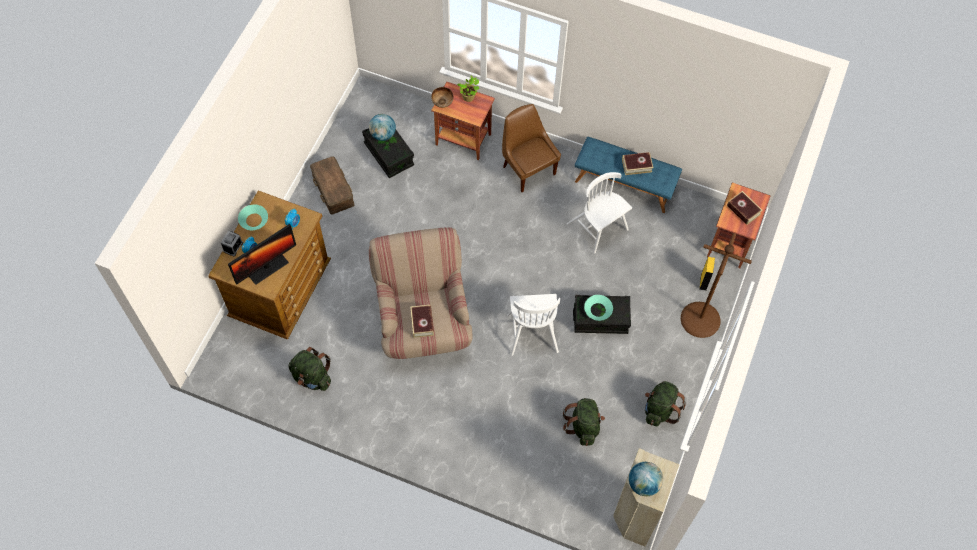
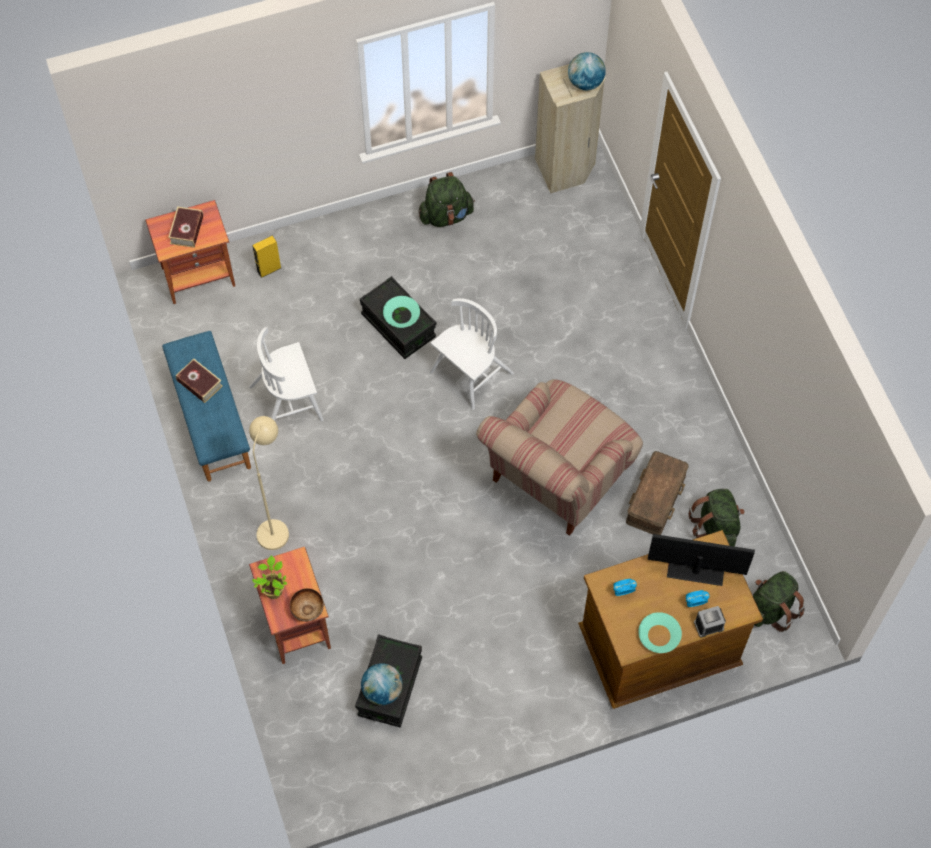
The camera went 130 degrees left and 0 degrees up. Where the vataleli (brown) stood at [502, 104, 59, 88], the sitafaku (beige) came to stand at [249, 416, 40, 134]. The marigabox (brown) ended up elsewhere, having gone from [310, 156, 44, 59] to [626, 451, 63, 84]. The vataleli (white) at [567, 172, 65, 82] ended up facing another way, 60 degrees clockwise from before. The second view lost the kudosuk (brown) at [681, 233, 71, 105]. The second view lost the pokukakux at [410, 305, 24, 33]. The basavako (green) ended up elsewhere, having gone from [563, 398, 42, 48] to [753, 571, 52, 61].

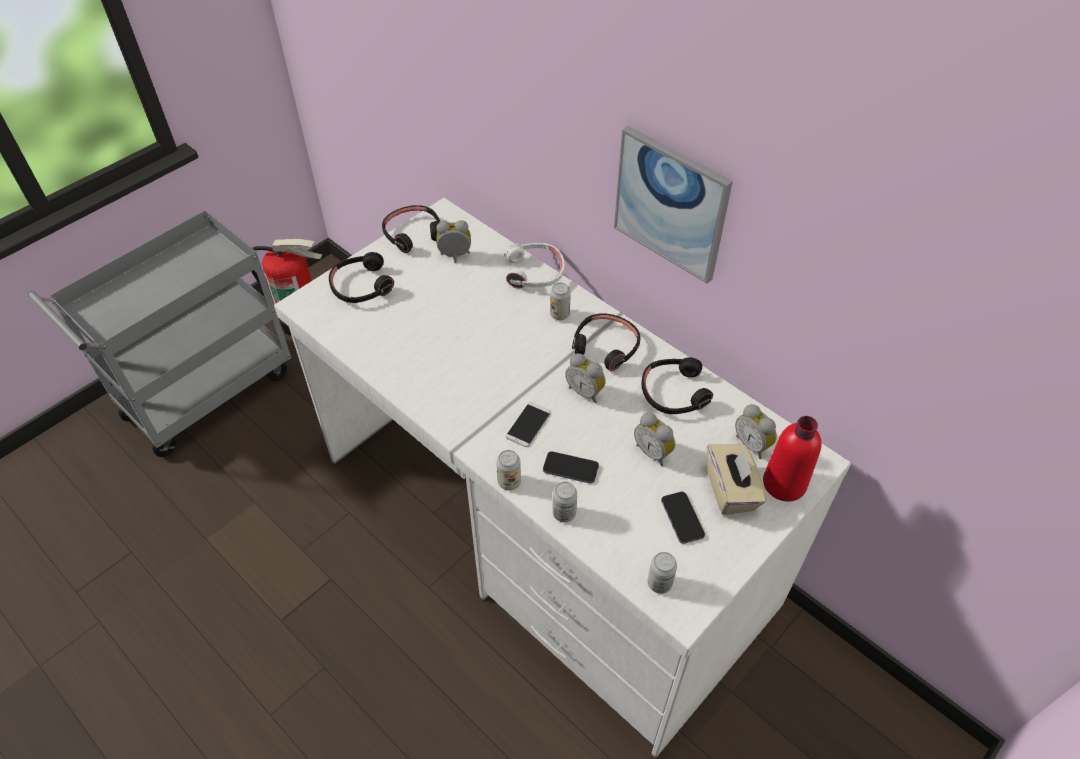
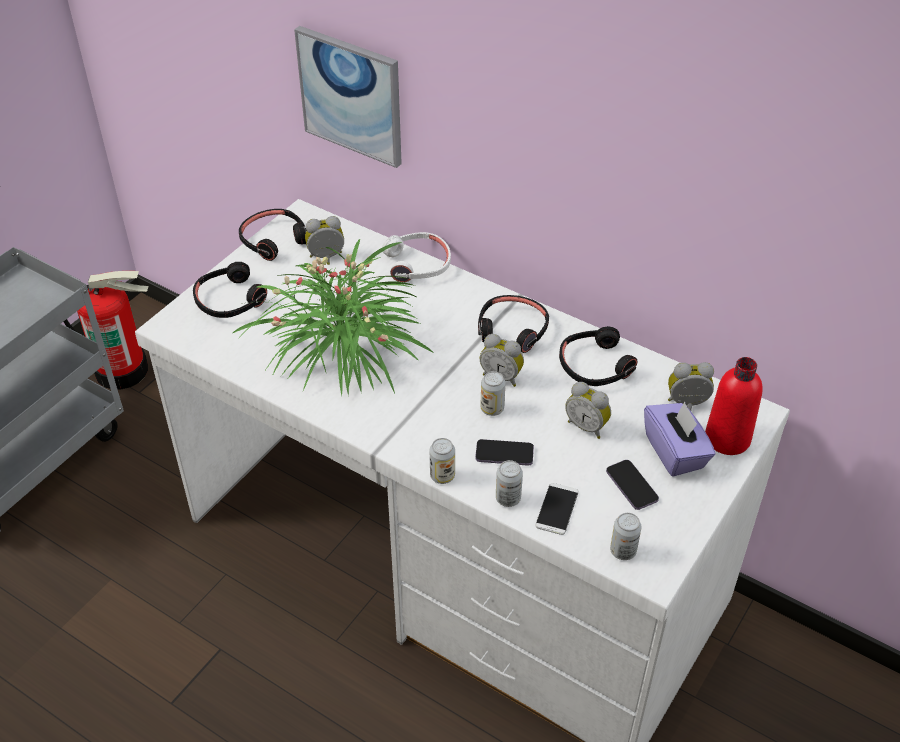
The camera went 10 degrees left and 5 degrees down. The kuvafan ended up elsewhere, having gone from [614, 126, 119, 158] to [294, 26, 108, 142]. The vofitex ended up elsewhere, having gone from [550, 283, 21, 37] to [481, 371, 24, 45]. The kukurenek ended up elsewhere, having gone from [506, 402, 45, 45] to [535, 483, 43, 52]. The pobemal at [735, 404, 42, 55] ended up facing another way, 135 degrees clockwise from before. What was the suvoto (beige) at [706, 444, 60, 71] turned into the suvoto (purple) at [644, 402, 72, 75]. The second view gained the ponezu at [233, 239, 201, 157].

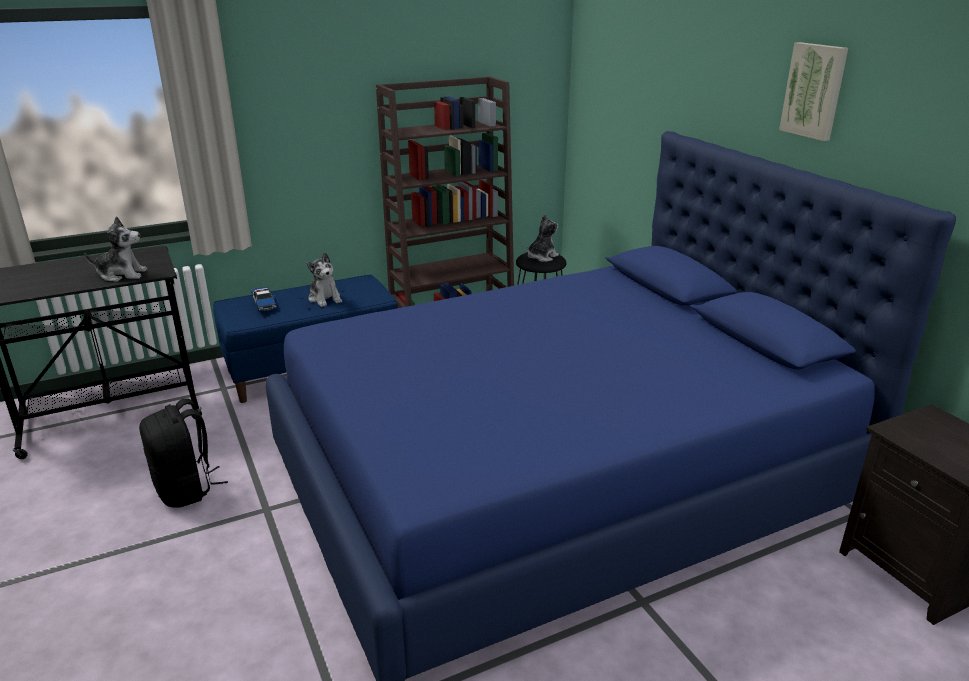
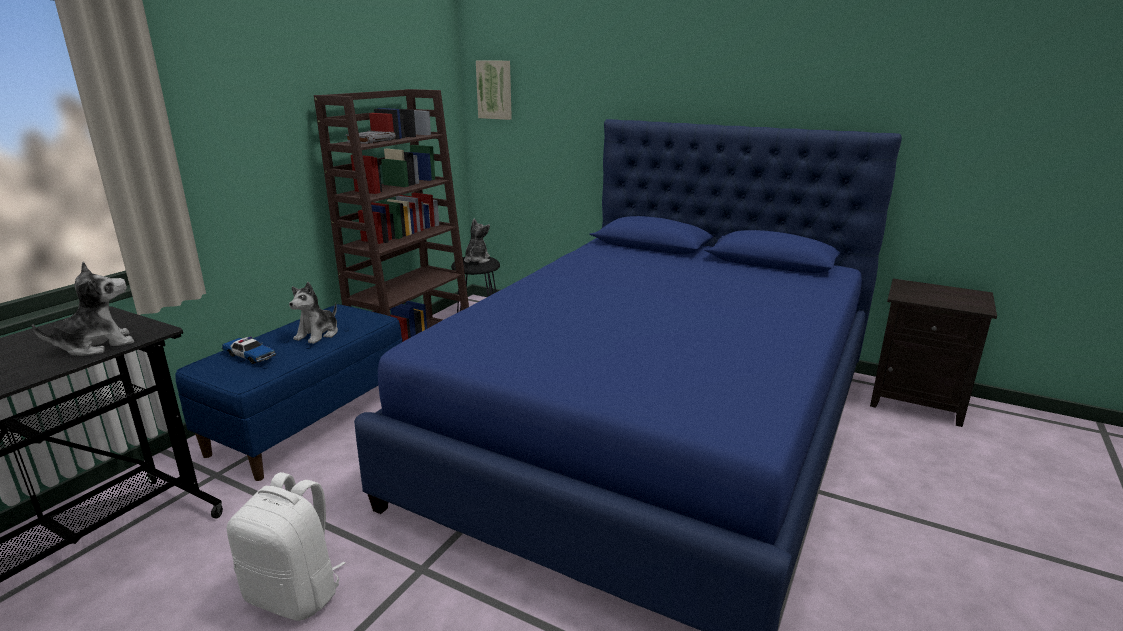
The camera went 35 degrees left and 5 degrees down. The kuvafan ended up elsewhere, having gone from [779, 42, 69, 99] to [476, 61, 36, 59]. The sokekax at [307, 252, 35, 55] ended up facing another way, 90 degrees clockwise from before. What was the basavako (black) at [139, 398, 89, 110] turned into the basavako (white) at [227, 472, 119, 149]. The second view gained the pokukakux (grey) at [345, 131, 51, 13].

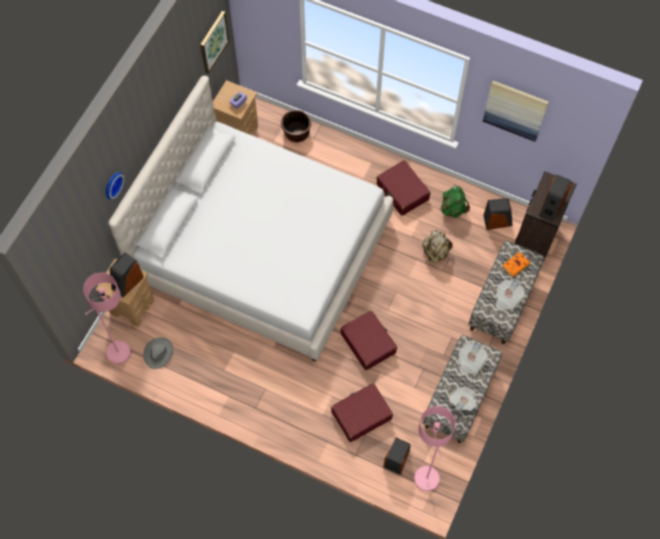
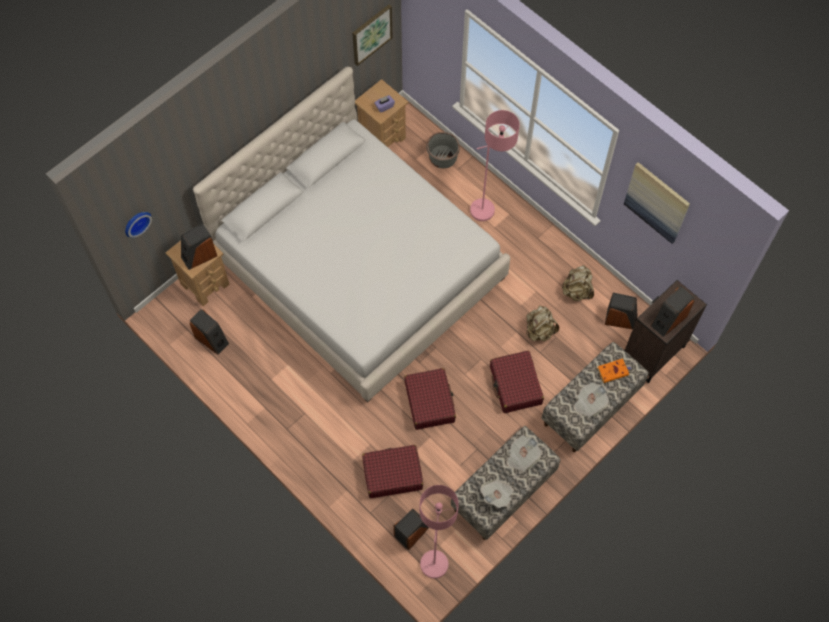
The camera went 20 degrees right and 0 degrees up. What was the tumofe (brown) at [281, 110, 30, 33] turned into the tumofe (grey) at [426, 132, 34, 36]. The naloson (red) ended up elsewhere, having gone from [377, 160, 54, 56] to [490, 351, 54, 62]. The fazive ended up elsewhere, having gone from [106, 172, 18, 28] to [125, 212, 27, 26]. What was the basavako (green) at [440, 185, 30, 33] turned into the basavako (beige) at [561, 265, 33, 36]. The sitafaku (pink) ended up elsewhere, having gone from [83, 273, 48, 91] to [470, 110, 50, 111]. Where the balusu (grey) stood at [143, 337, 30, 32], the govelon came to stand at [189, 309, 40, 45].

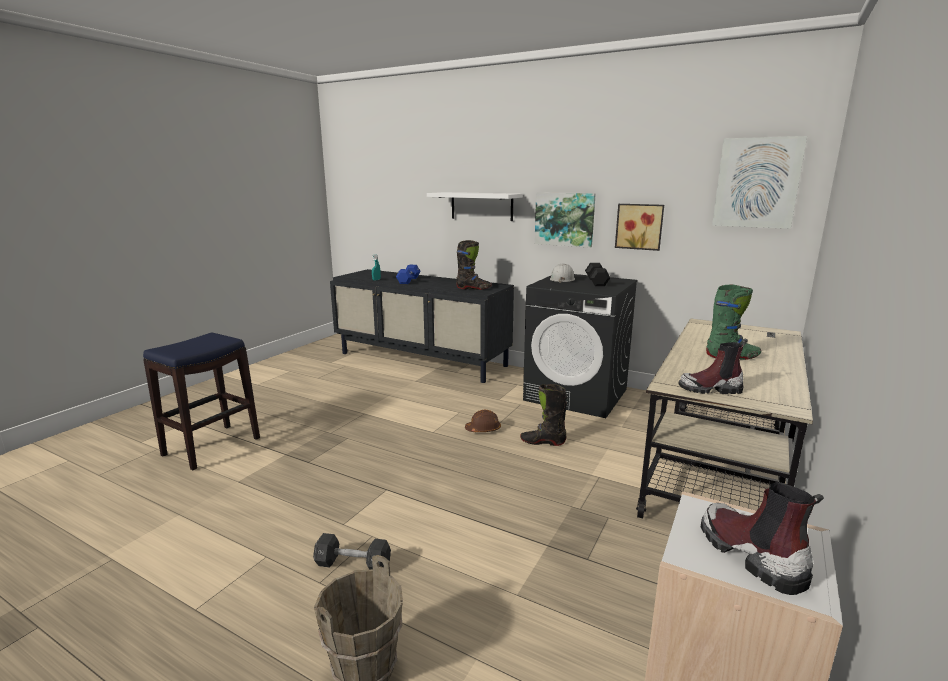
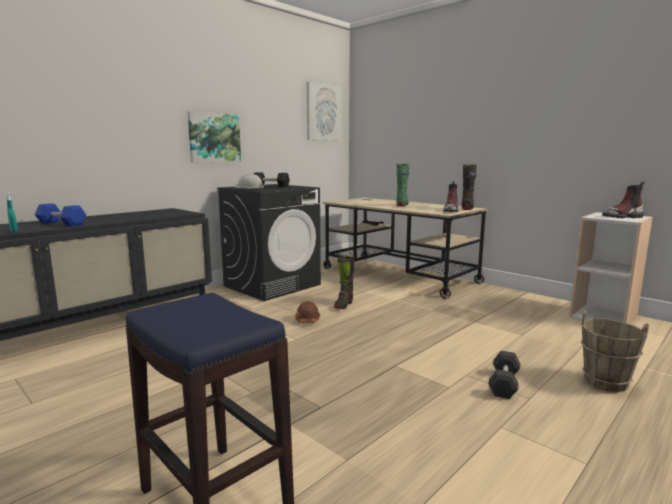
The camera went 75 degrees left and 5 degrees down. The second view lost the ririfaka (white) at [427, 192, 96, 29]. The second view lost the kuvafan at [615, 204, 49, 47]. The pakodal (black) ended up elsewhere, having gone from [456, 240, 36, 50] to [462, 164, 15, 46].

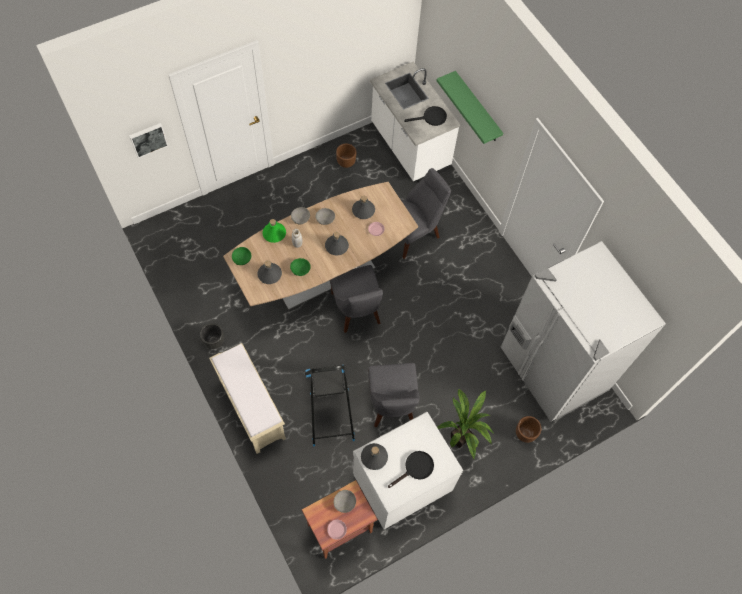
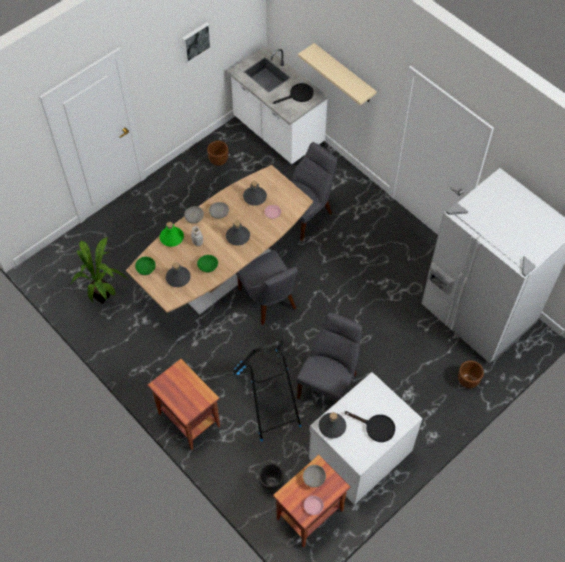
The camera went 10 degrees left and 5 degrees down. What was the ririfaka (green) at [436, 71, 67, 73] turned into the ririfaka (beige) at [298, 43, 79, 62]. The kuvafan ended up elsewhere, having gone from [129, 123, 39, 35] to [182, 22, 29, 41]. The tumofe (black) ended up elsewhere, having gone from [200, 323, 24, 26] to [258, 463, 26, 29]. Where the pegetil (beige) stood at [209, 343, 77, 111], the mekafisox came to stand at [147, 359, 73, 91]. The vataleli (grey) at [368, 363, 52, 64] ended up facing another way, 135 degrees counterclockwise from before. The ponezu ended up elsewhere, having gone from [437, 388, 57, 72] to [70, 237, 59, 67]. The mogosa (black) at [388, 451, 46, 37] ended up facing another way, 75 degrees clockwise from before.

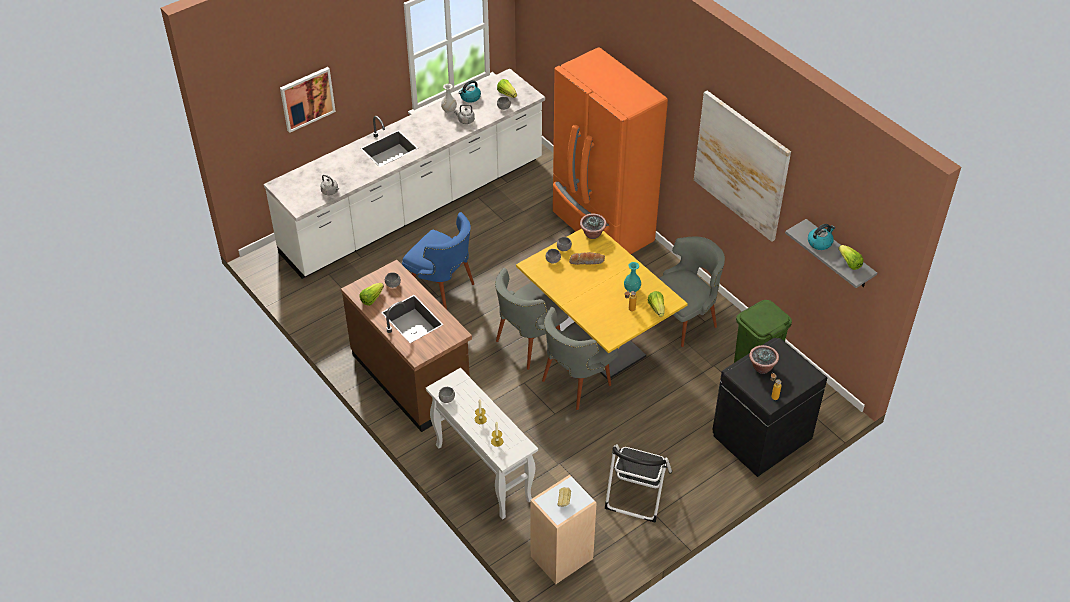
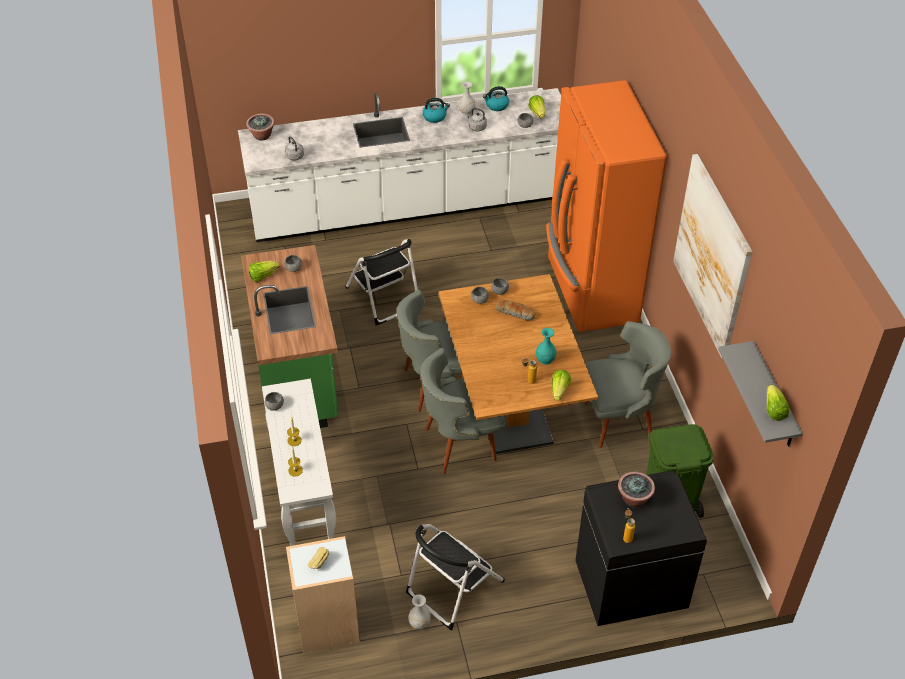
The camera went 25 degrees right and 0 degrees up. The second view lost the kuvafan at [280, 67, 56, 66]. Where the vataleli (blue) stood at [402, 212, 72, 98], the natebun came to stand at [345, 239, 73, 87]. The ponezu ended up elsewhere, having gone from [580, 214, 27, 25] to [246, 114, 29, 27]. The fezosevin ended up elsewhere, having gone from [808, 224, 27, 26] to [423, 98, 27, 25]. What was the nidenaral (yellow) at [516, 229, 172, 150] turned into the nidenaral (brown) at [438, 274, 160, 180]. What was the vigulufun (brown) at [341, 260, 131, 172] turned into the vigulufun (green) at [241, 245, 97, 183]. The second view gained the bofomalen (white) at [408, 594, 23, 35].

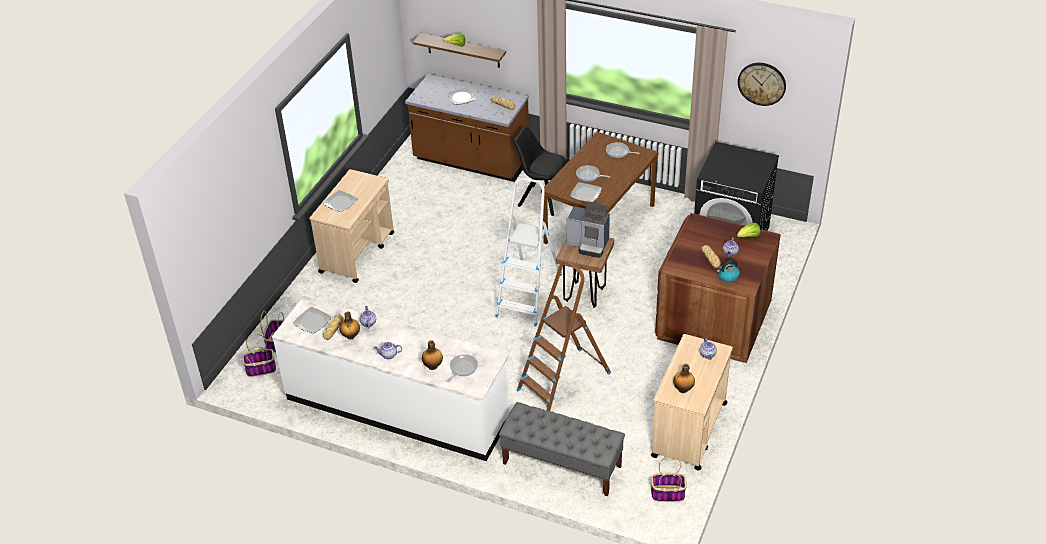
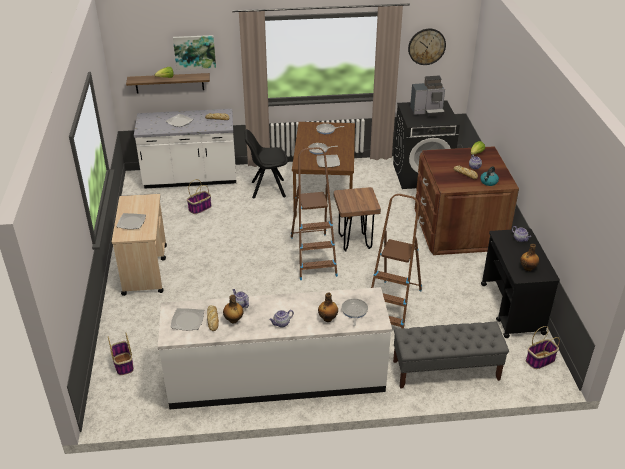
The camera went 30 degrees left and 5 degrees down. What was the vigulufun (brown) at [405, 74, 124, 108] turned into the vigulufun (white) at [134, 109, 102, 79]. What was the natebun (white) at [495, 178, 67, 149] turned into the natebun (brown) at [291, 147, 47, 133]. The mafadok ended up elsewhere, having gone from [566, 202, 44, 56] to [410, 76, 35, 41]. The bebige ended up elsewhere, having gone from [242, 334, 34, 43] to [187, 179, 25, 35]. What was the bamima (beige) at [651, 334, 82, 137] turned into the bamima (black) at [481, 228, 79, 110]. The second view gained the kuvafan at [173, 35, 43, 35].

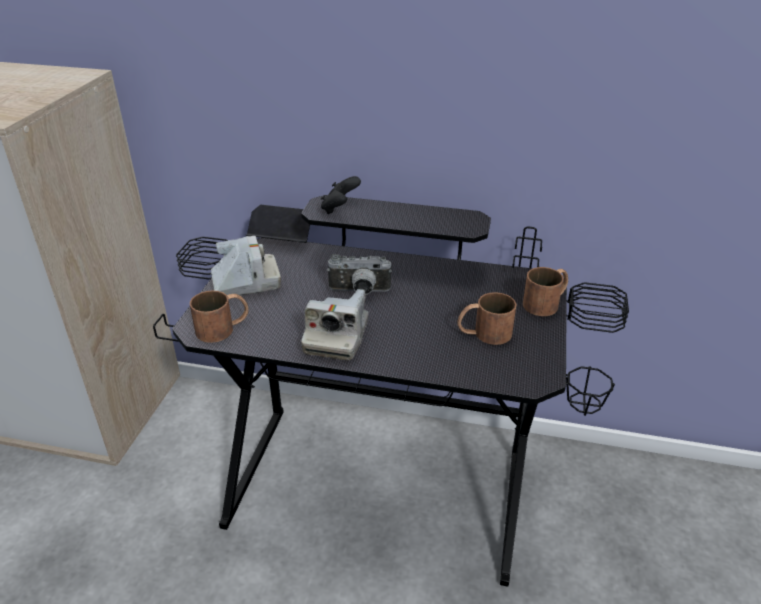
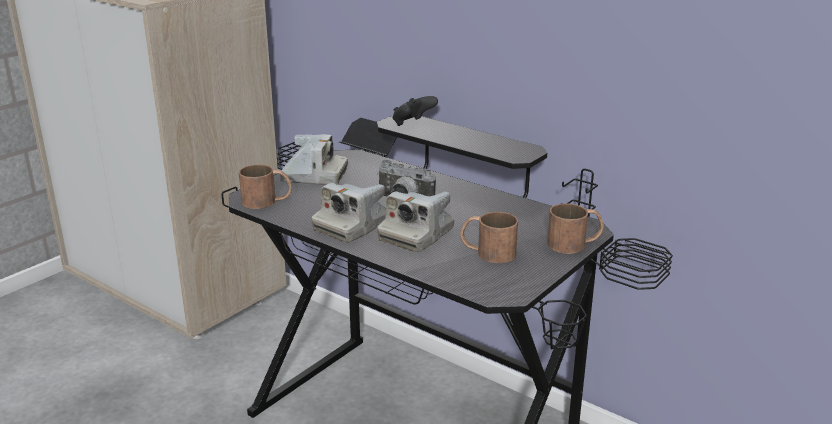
The camera went 25 degrees right and 10 degrees down. The second view gained the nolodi at [377, 191, 78, 61].

